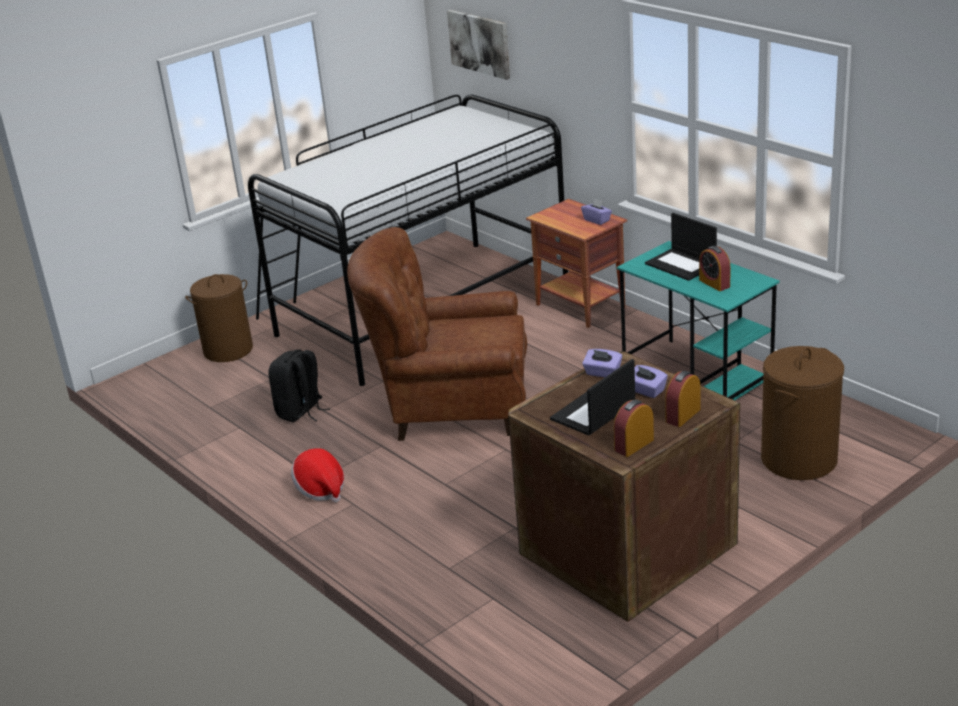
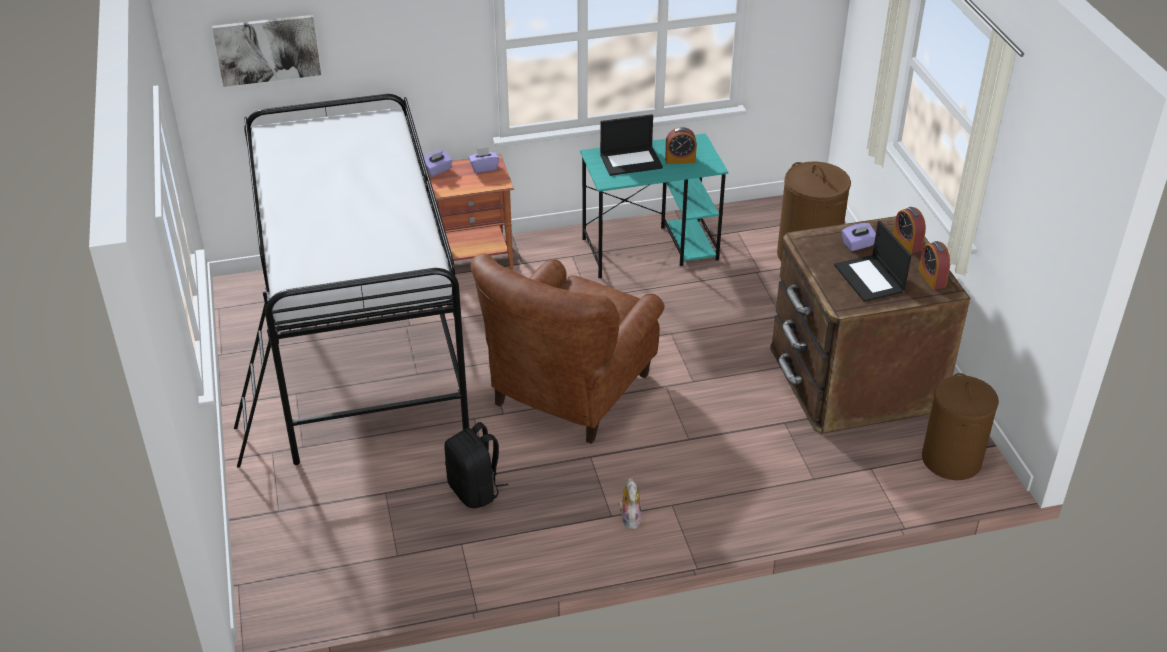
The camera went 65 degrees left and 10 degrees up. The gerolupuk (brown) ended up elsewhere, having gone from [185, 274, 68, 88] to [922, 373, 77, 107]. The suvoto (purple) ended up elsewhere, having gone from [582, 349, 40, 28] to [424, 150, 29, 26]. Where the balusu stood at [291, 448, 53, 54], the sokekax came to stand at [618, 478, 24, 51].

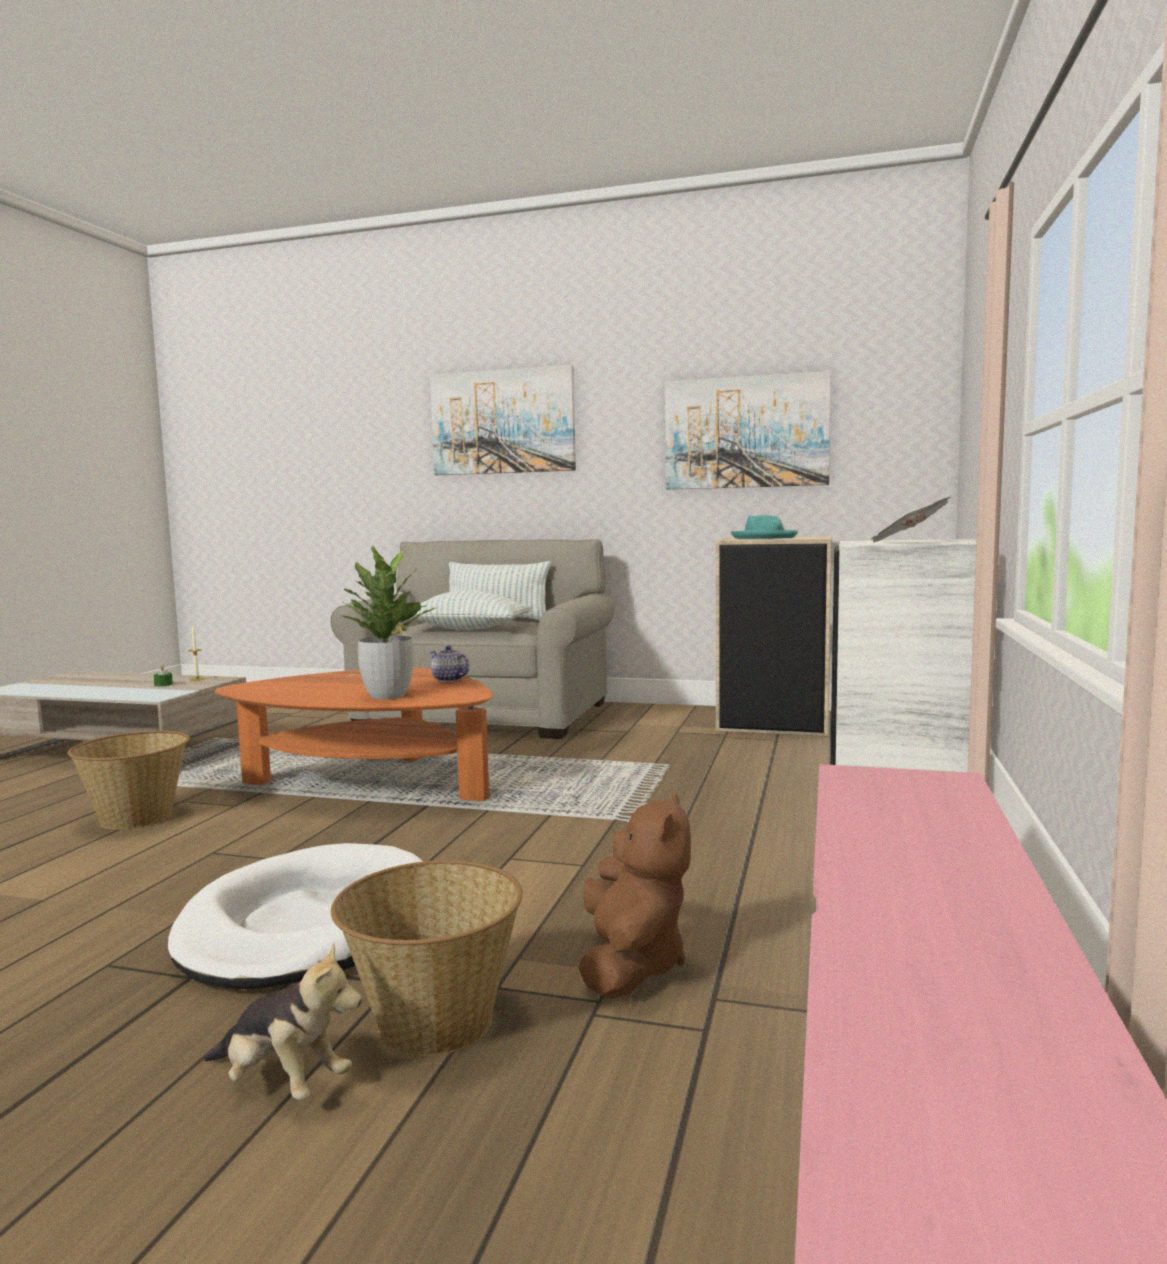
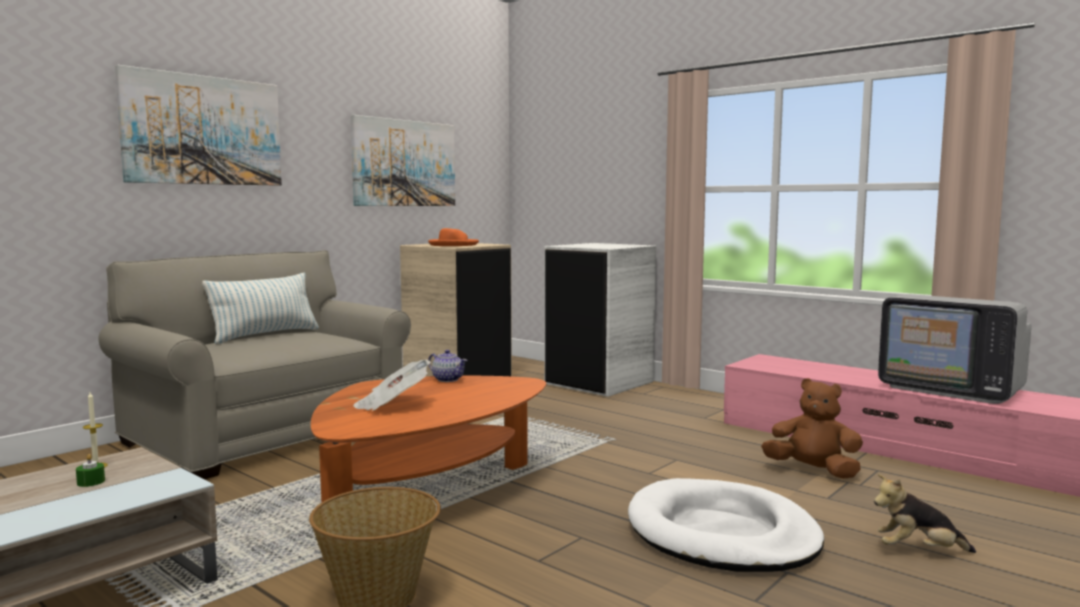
The camera went 65 degrees left and 0 degrees up. The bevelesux ended up elsewhere, having gone from [871, 496, 81, 46] to [353, 359, 78, 52]. What was the balusu (turquoise) at [731, 515, 67, 24] turned into the balusu (orange) at [428, 228, 51, 18]. The second view lost the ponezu at [343, 545, 93, 154]. The second view lost the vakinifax at [411, 590, 121, 40]. The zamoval at [430, 646, 40, 36] ended up facing another way, 120 degrees counterclockwise from before. The second view lost the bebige at [331, 860, 192, 196]. The sokekax at [204, 943, 158, 157] ended up facing another way, 135 degrees counterclockwise from before. The second view gained the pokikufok at [878, 294, 153, 110].

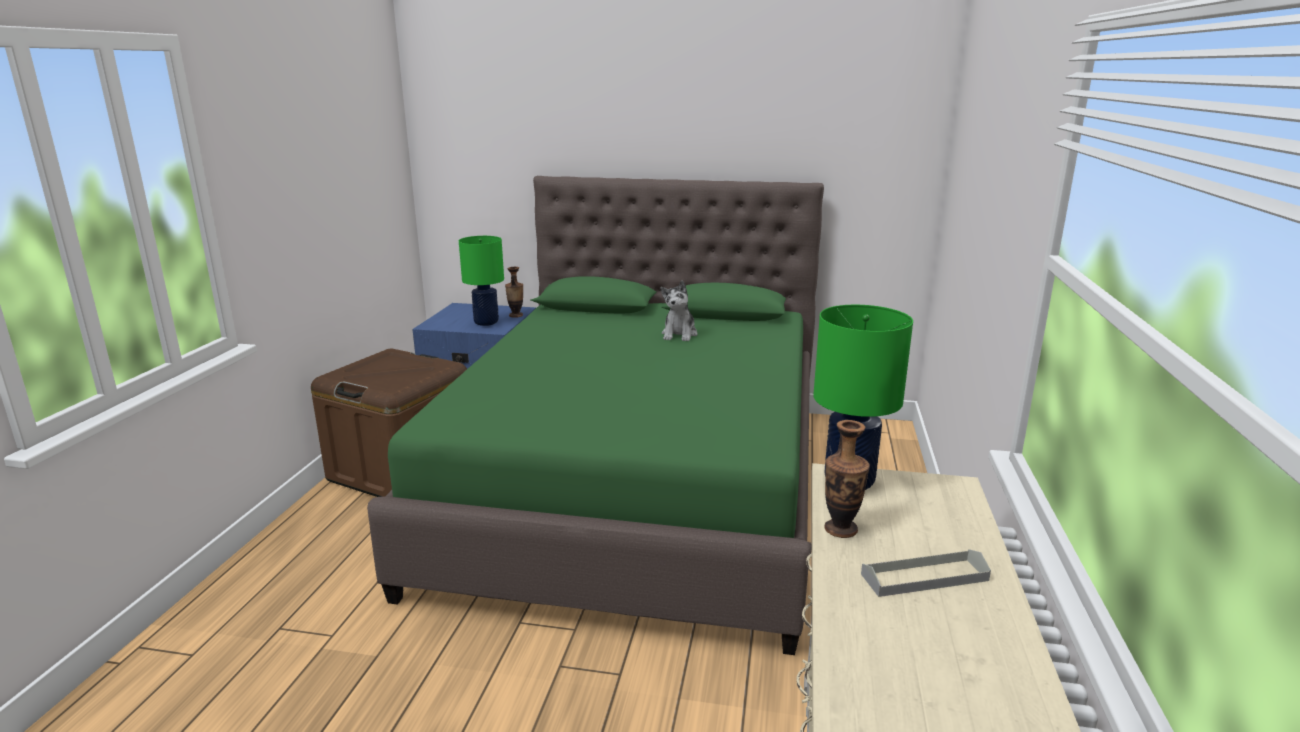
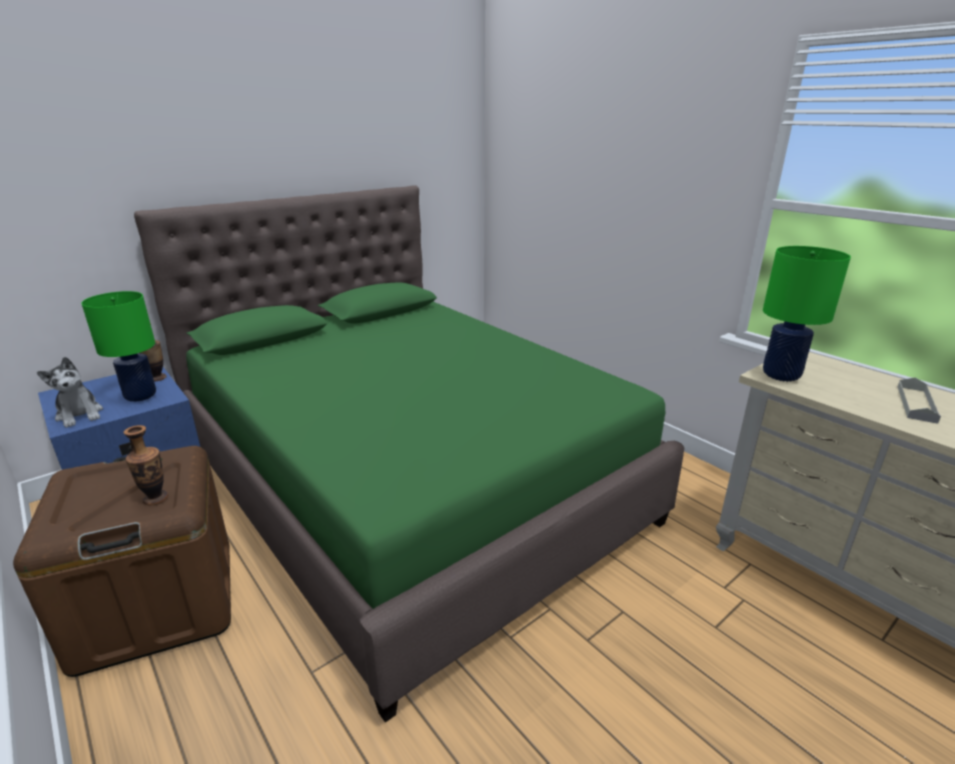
The camera went 50 degrees left and 5 degrees up. The sokekax ended up elsewhere, having gone from [660, 280, 38, 61] to [37, 357, 66, 71]. The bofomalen ended up elsewhere, having gone from [824, 420, 46, 118] to [123, 425, 45, 80].

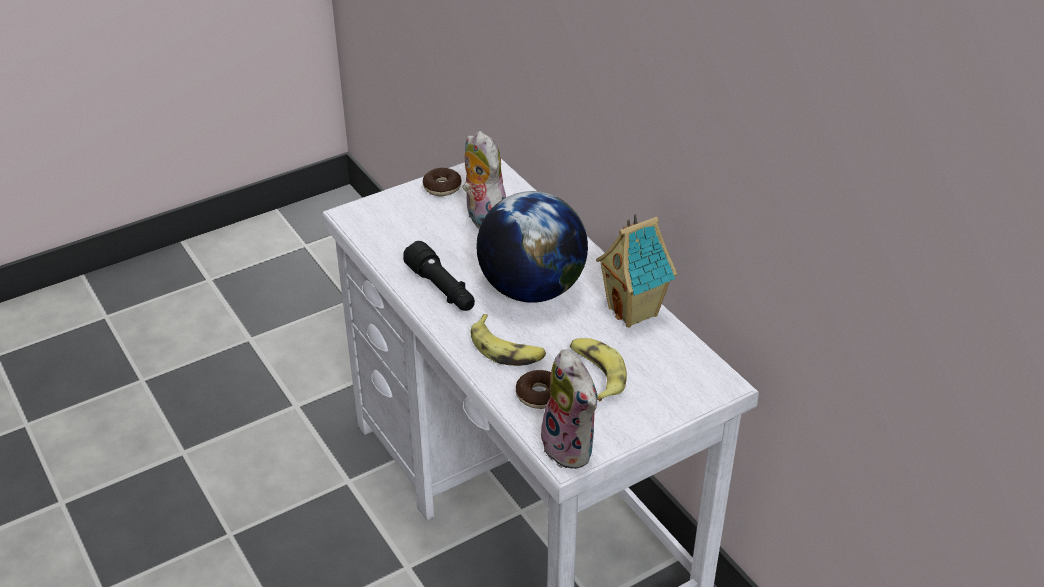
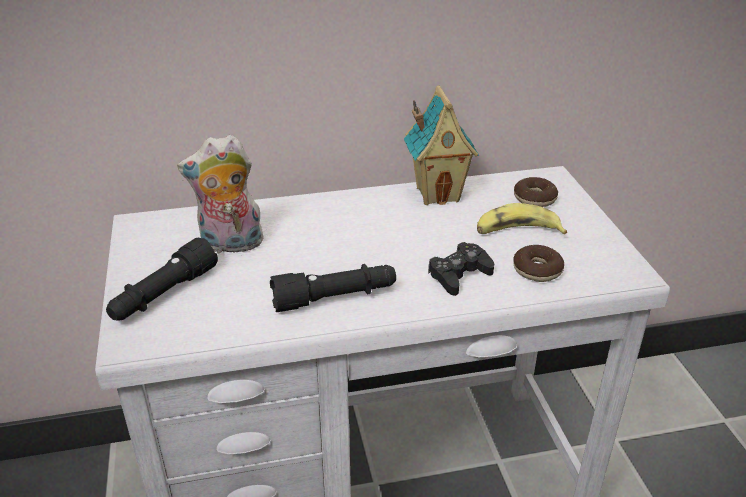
The camera went 70 degrees left and 5 degrees down. The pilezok ended up elsewhere, having gone from [423, 168, 39, 28] to [514, 177, 44, 30]. The second view lost the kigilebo at [476, 191, 112, 112]. Where the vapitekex stood at [471, 314, 75, 52], the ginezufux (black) came to stand at [428, 242, 66, 54]. The second view lost the sokekax at [538, 349, 60, 120]. The second view gained the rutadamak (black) at [106, 238, 112, 83].

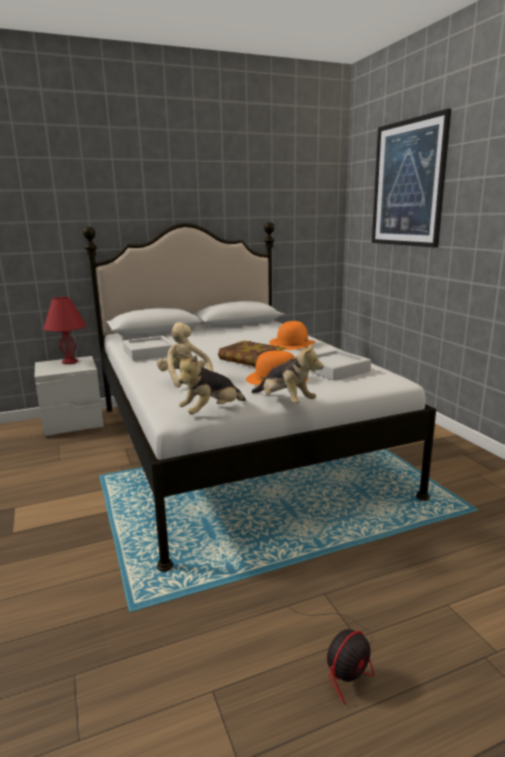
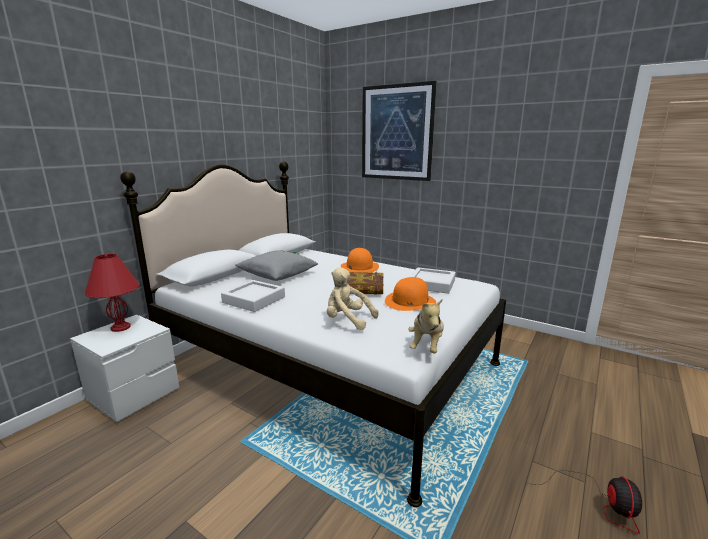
The camera went 35 degrees left and 0 degrees up. The second view lost the sokekax at [252, 343, 72, 60]. The second view gained the vakinifax (grey) at [235, 250, 83, 31].

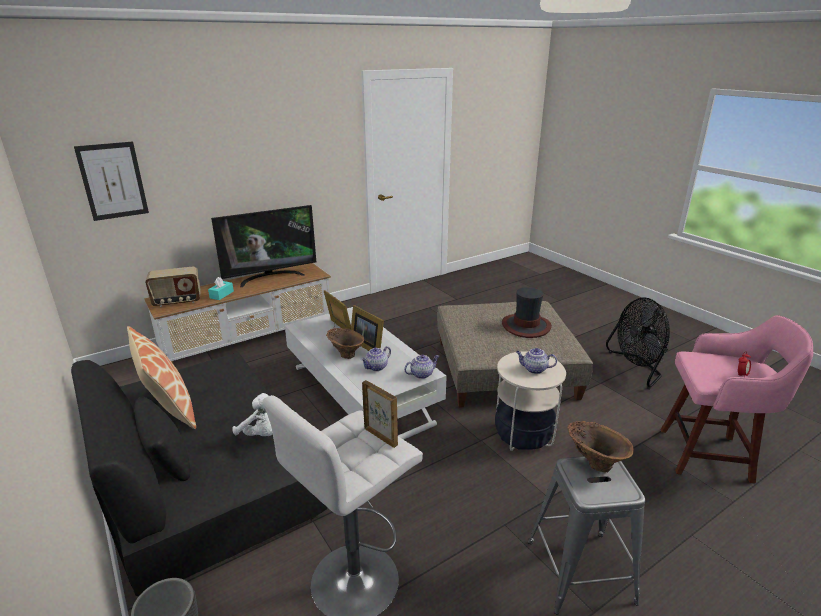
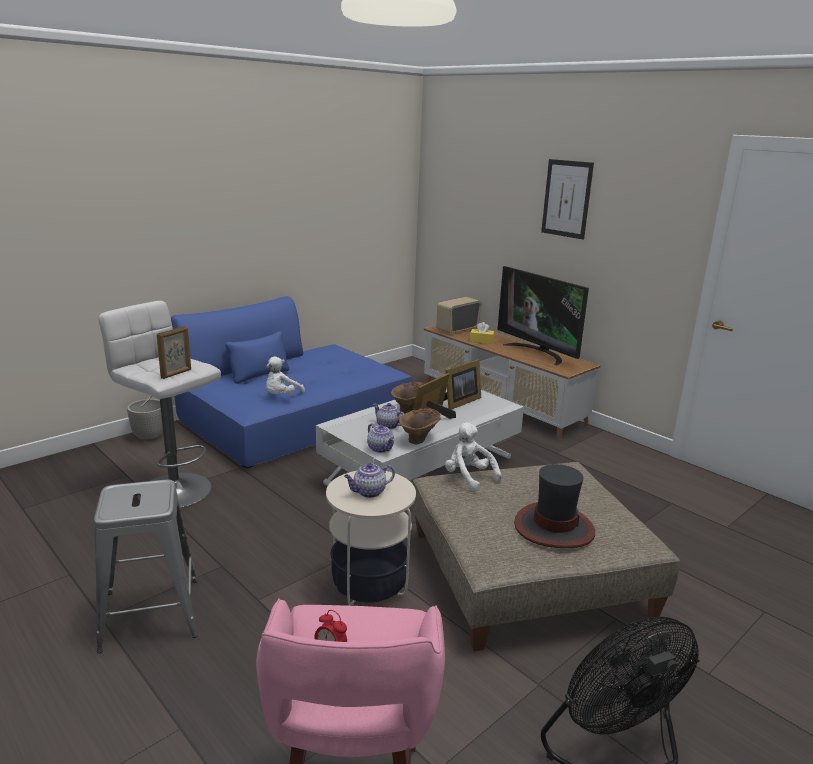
The camera went 80 degrees right and 5 degrees down. The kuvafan ended up elsewhere, having gone from [74, 142, 75, 79] to [541, 159, 53, 81]. The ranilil at [145, 267, 56, 40] ended up facing another way, 75 degrees clockwise from before. What was the suvoto (turquoise) at [208, 277, 26, 23] turned into the suvoto (yellow) at [470, 322, 24, 22]. The second view lost the vakinifax at [127, 326, 69, 103]. The zamoval at [516, 348, 41, 26] ended up facing another way, 120 degrees counterclockwise from before. What was the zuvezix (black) at [71, 352, 257, 245] turned into the zuvezix (blue) at [171, 296, 241, 172]. The bofomalen (brown) ended up elsewhere, having gone from [567, 421, 67, 52] to [399, 408, 42, 36]. The second view gained the sokekax (white) at [445, 422, 57, 69].

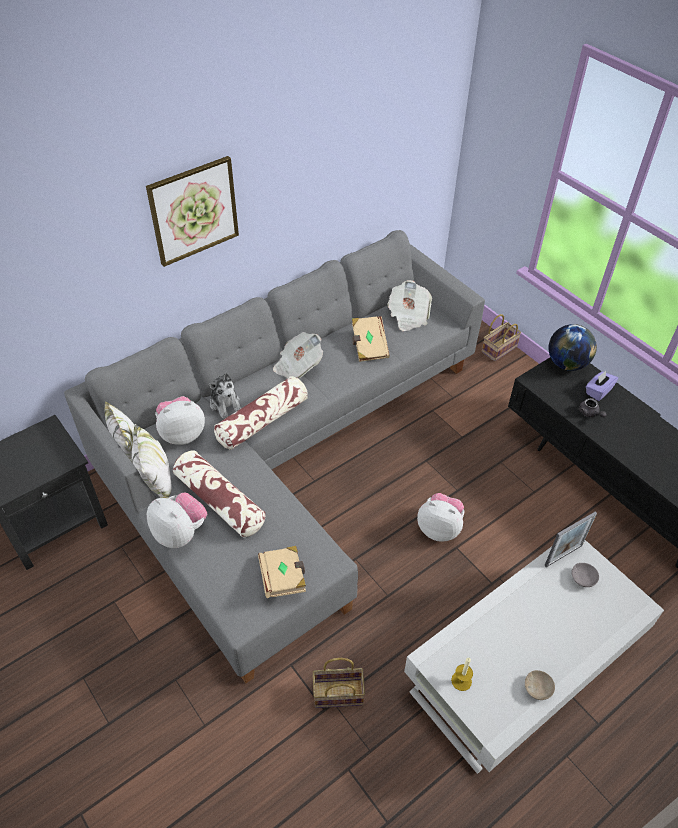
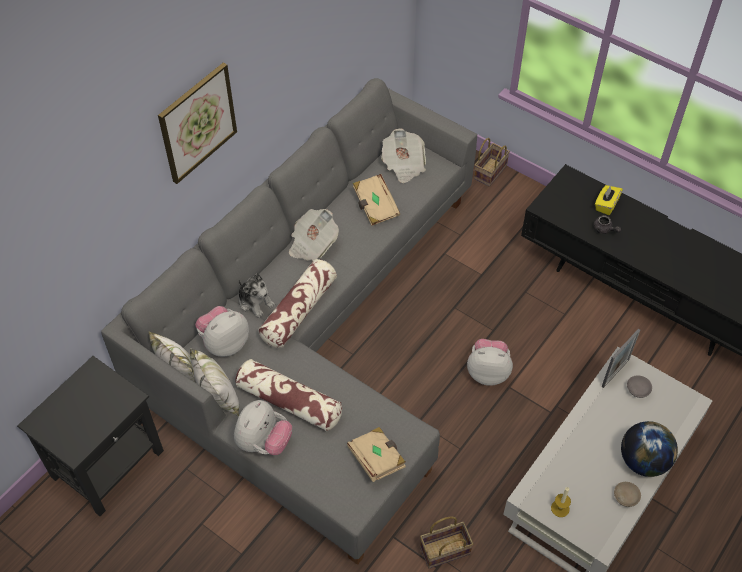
The camera went 15 degrees left and 5 degrees up. The kigilebo ended up elsewhere, having gone from [548, 324, 49, 47] to [621, 421, 57, 56]. What was the suvoto (purple) at [586, 371, 32, 30] turned into the suvoto (yellow) at [595, 185, 28, 30]. The sokekax at [147, 492, 60, 56] ended up facing another way, 90 degrees clockwise from before.

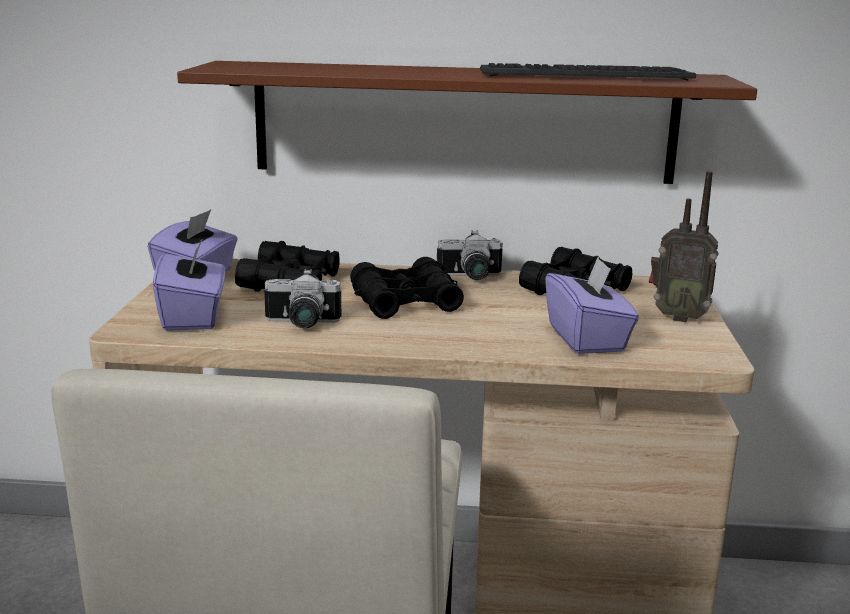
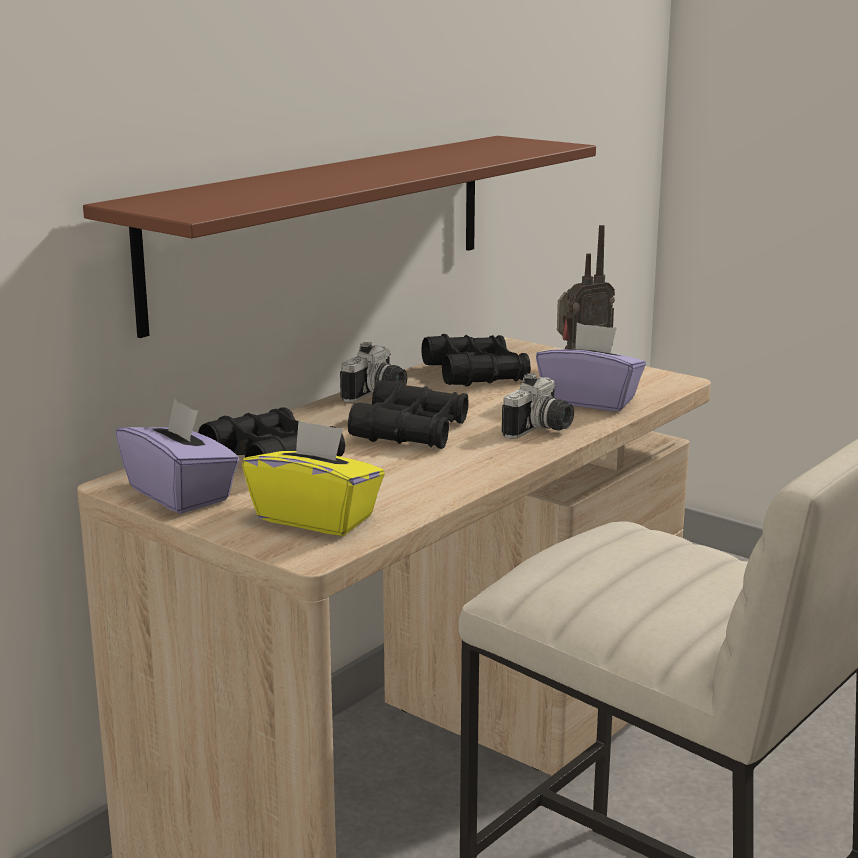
The camera went 55 degrees left and 0 degrees up. The second view lost the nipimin at [480, 63, 216, 18]. What was the suvoto (purple) at [153, 238, 72, 93] turned into the suvoto (yellow) at [242, 420, 143, 116]. The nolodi ended up elsewhere, having gone from [264, 269, 77, 60] to [502, 373, 72, 66].

